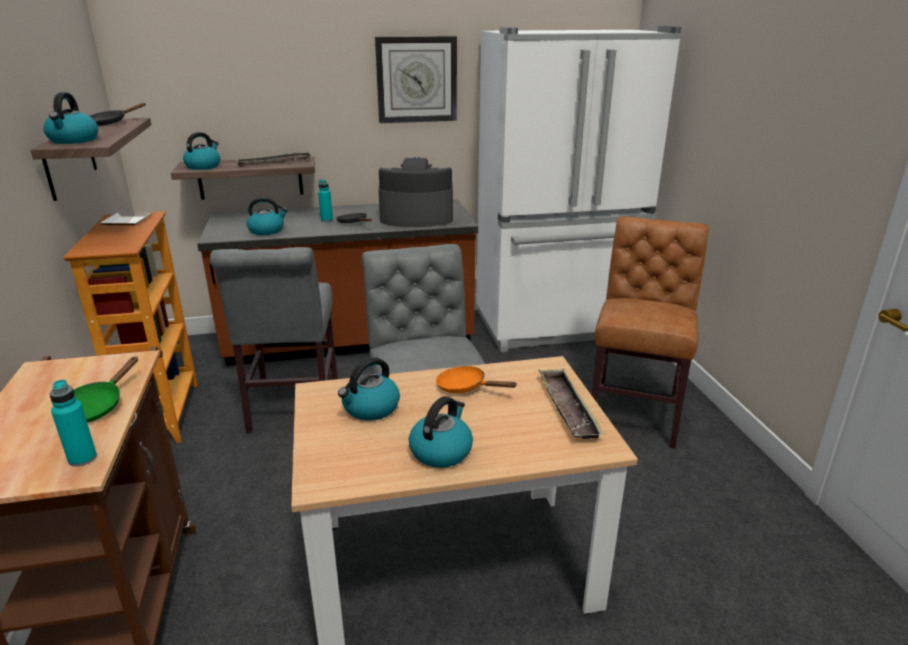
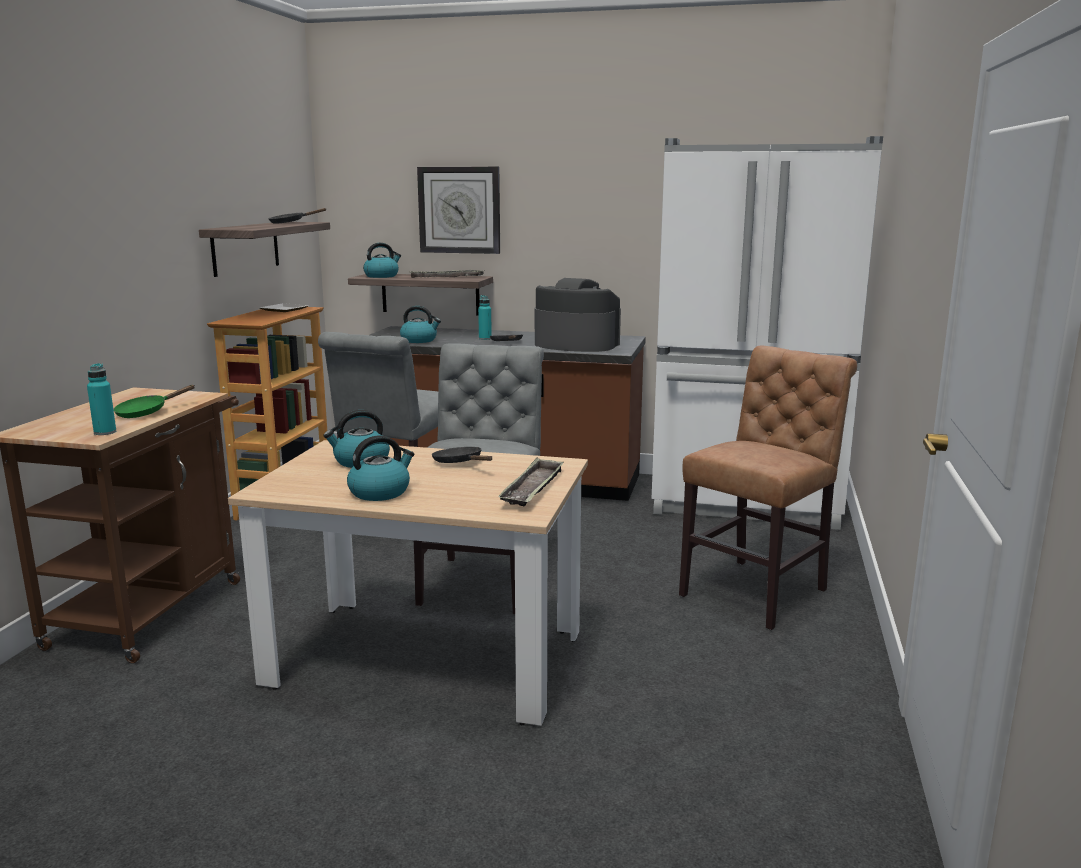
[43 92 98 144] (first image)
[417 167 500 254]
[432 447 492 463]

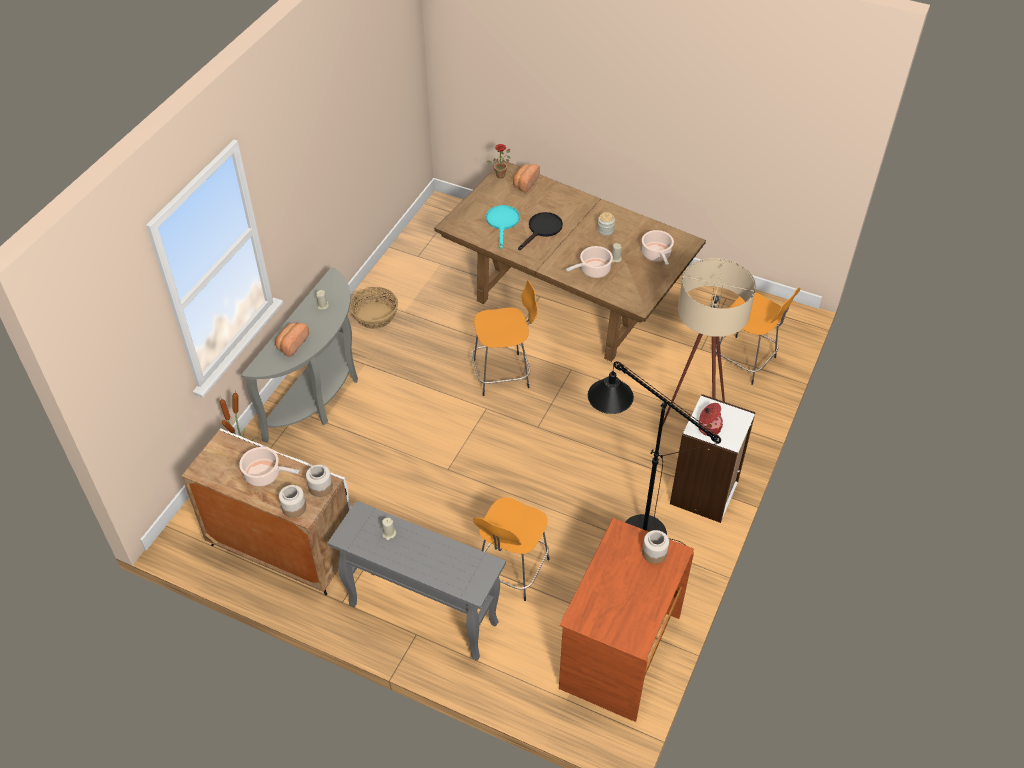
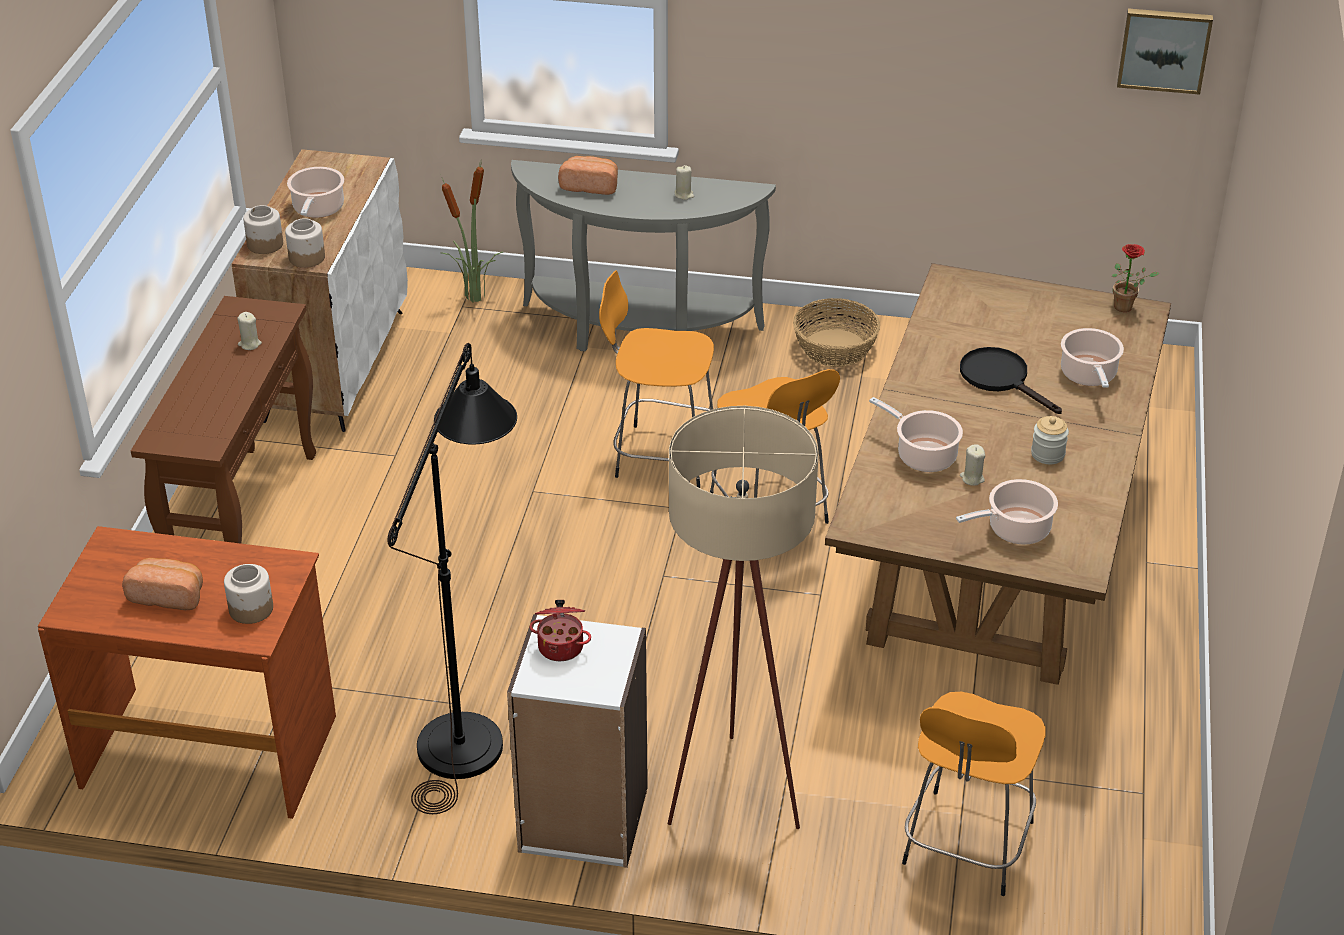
[131 296 316 544]
[599 270 714 488]
[486 205 520 249] (first image)
[122 558 203 610]
[960 347 1062 414]
[1061 328 1124 388]
[1117 8 1213 95]

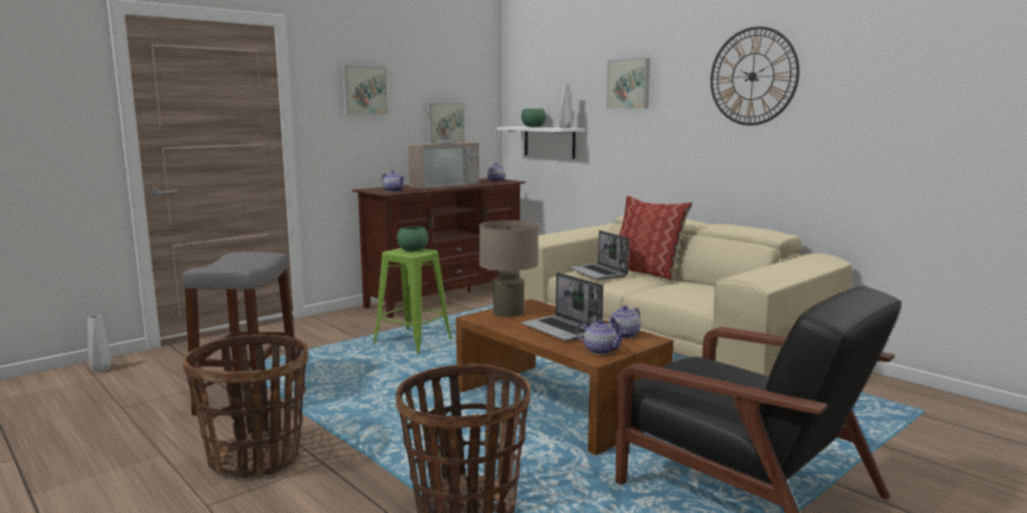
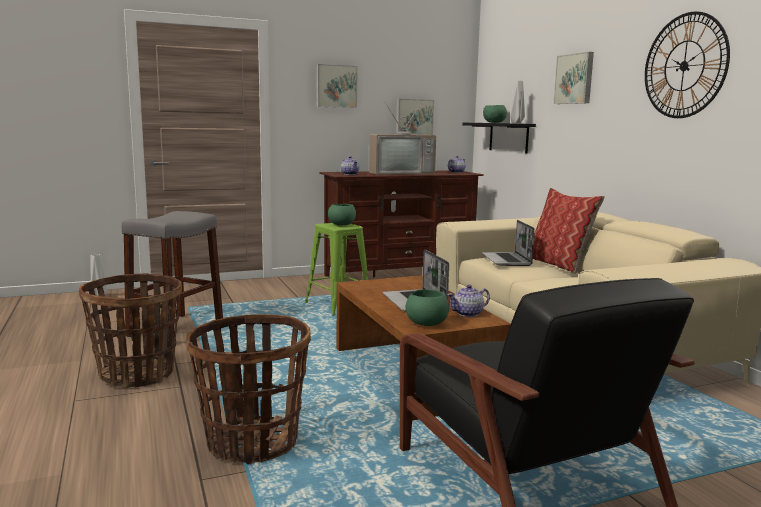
[479 220 539 317] (first image)
[462 123 536 153]
[405 289 449 326]

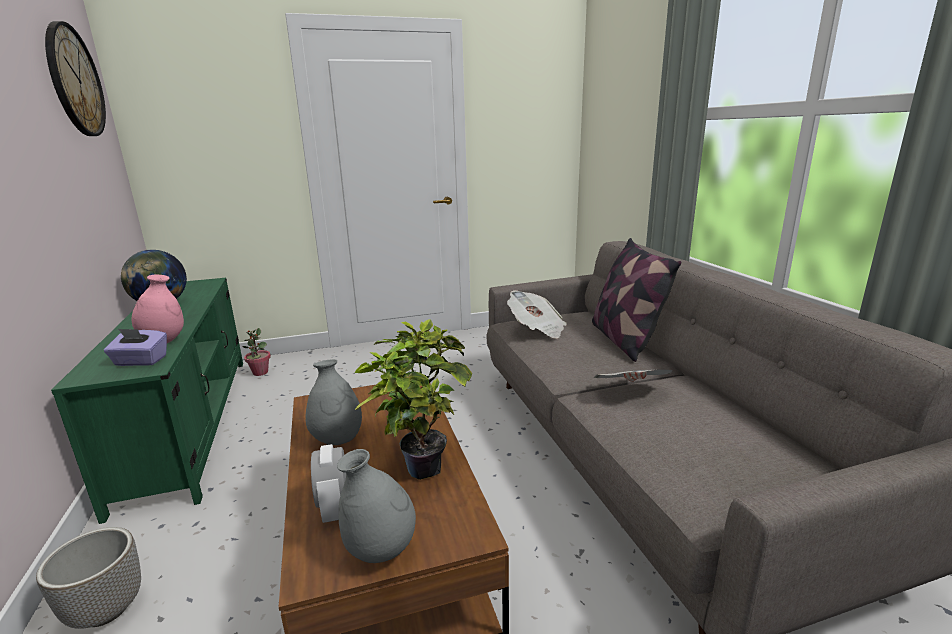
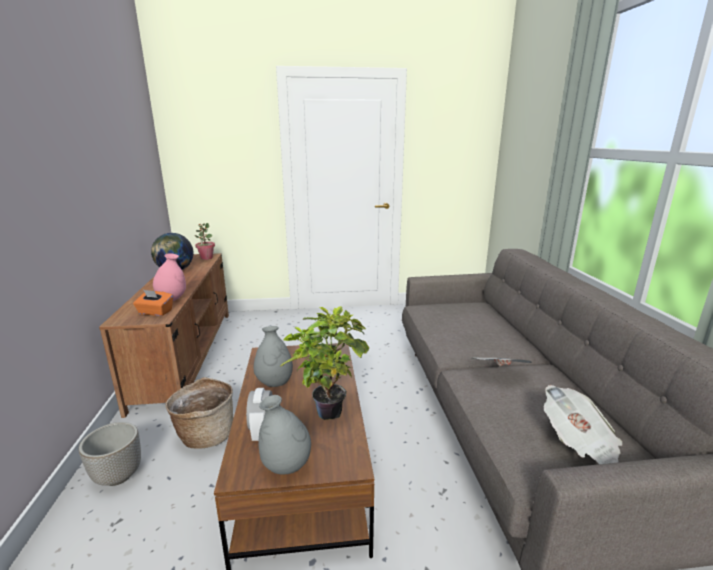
[45 21 106 136] (first image)
[99 253 229 418]
[133 290 173 316]
[195 223 215 260]
[543 385 622 464]
[592 238 681 362] (first image)
[166 377 233 449]

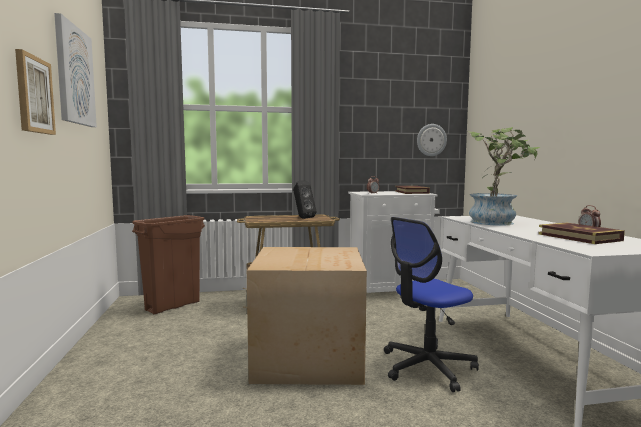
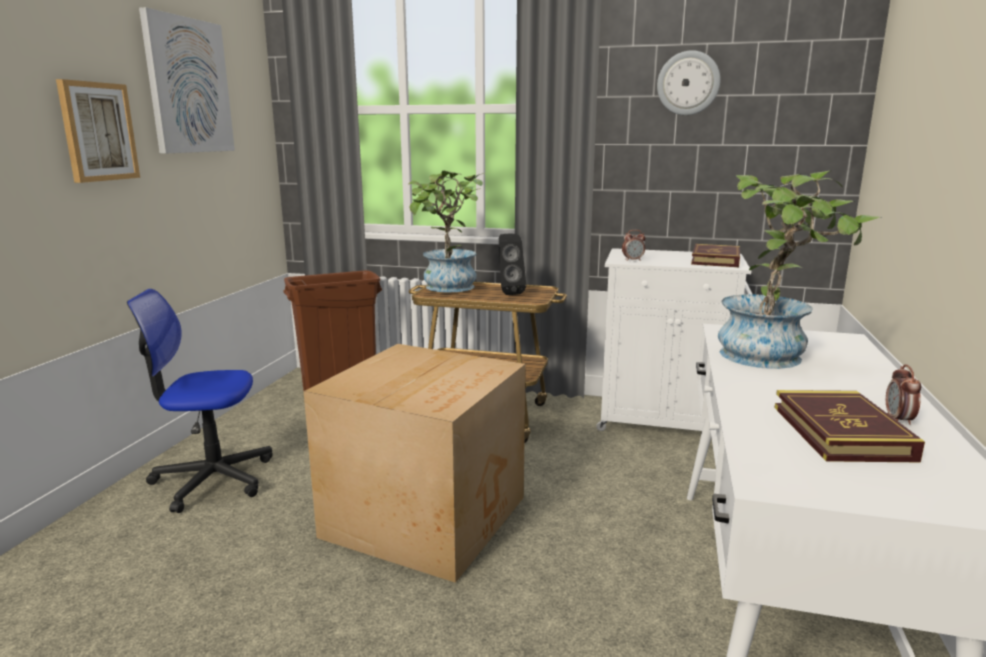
[127 289 273 513]
[657 50 720 115]
[409 171 486 293]

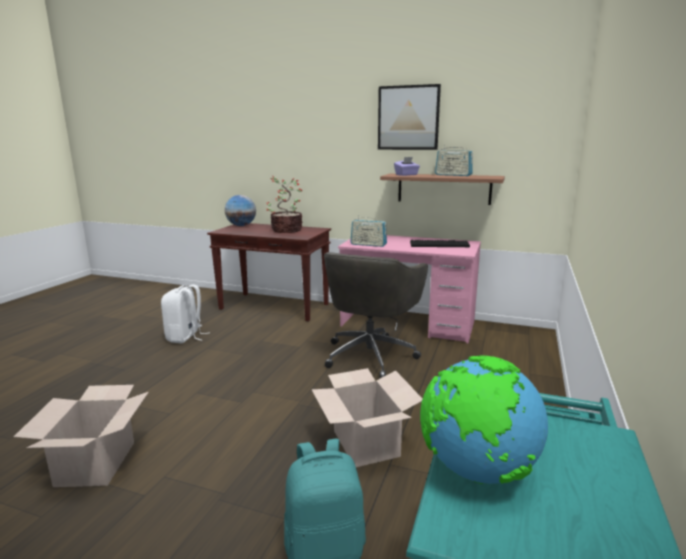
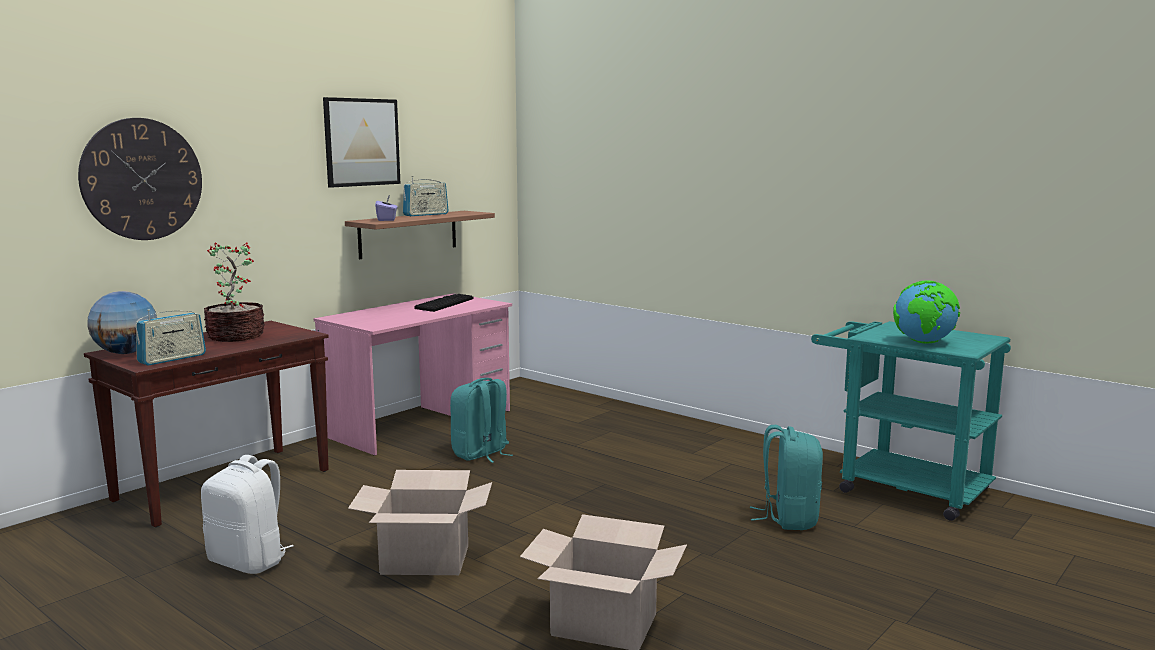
[348 470 492 575]
[450 378 513 463]
[136 309 206 365]
[78 118 202 240]

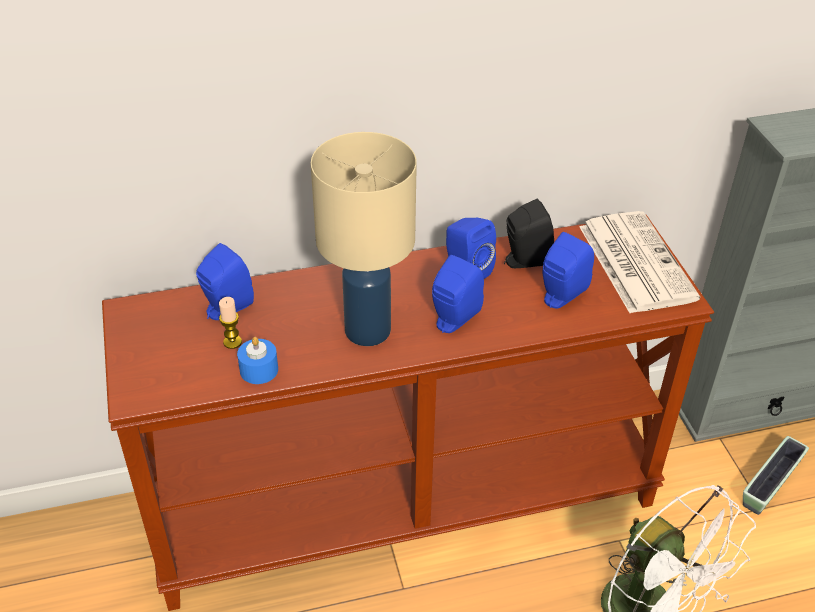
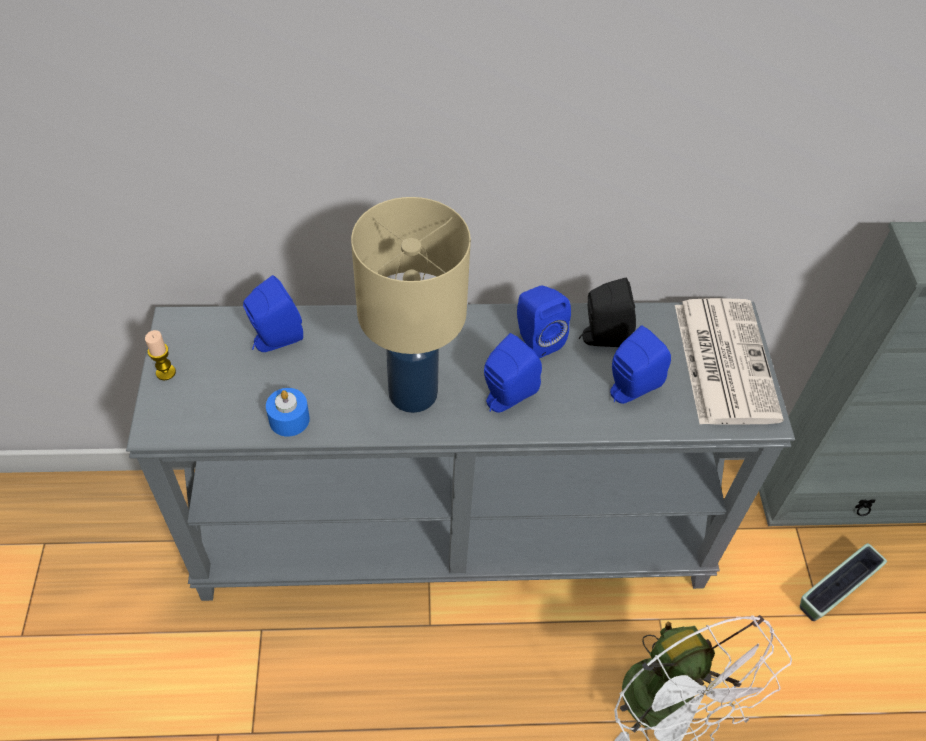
[126 302 795 601]
[145 330 176 381]

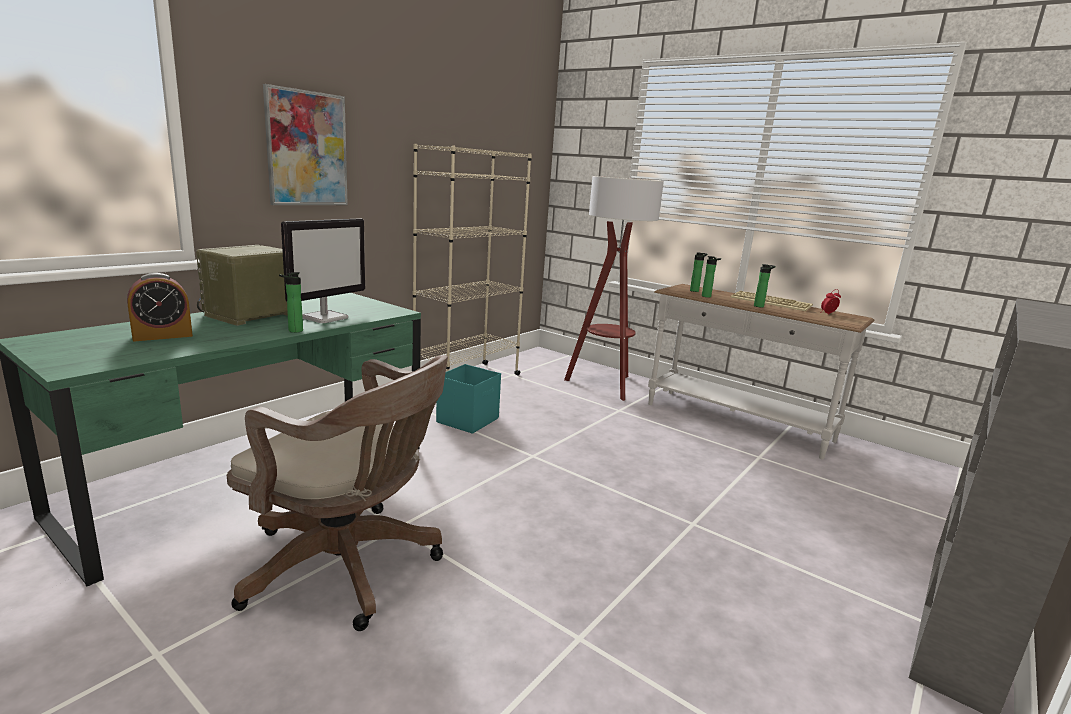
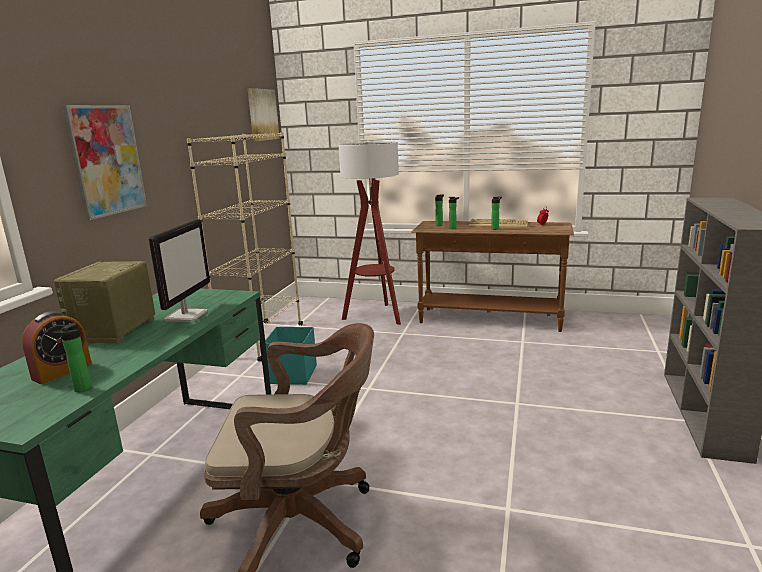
[53 323 92 392]
[411 221 574 332]
[248 88 280 141]

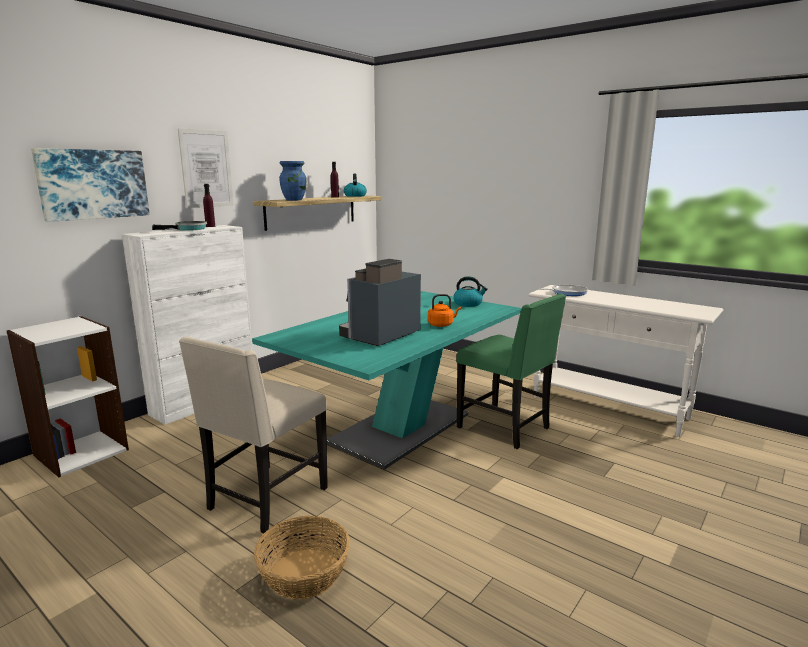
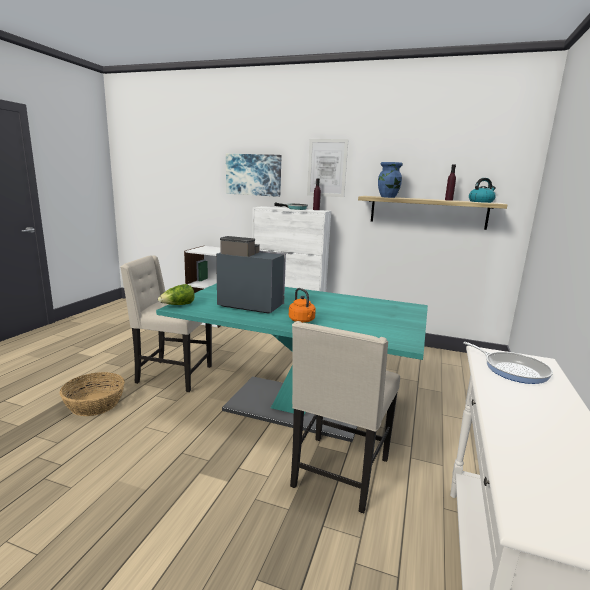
[453 276 488 307] (first image)
[290 321 400 513]
[158 284 195 305]

